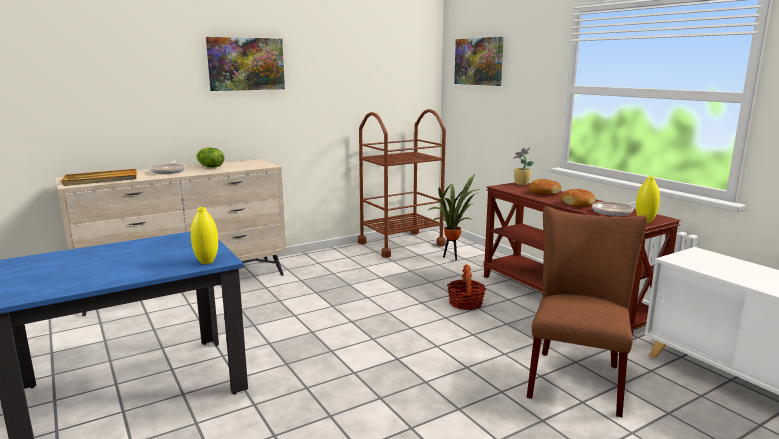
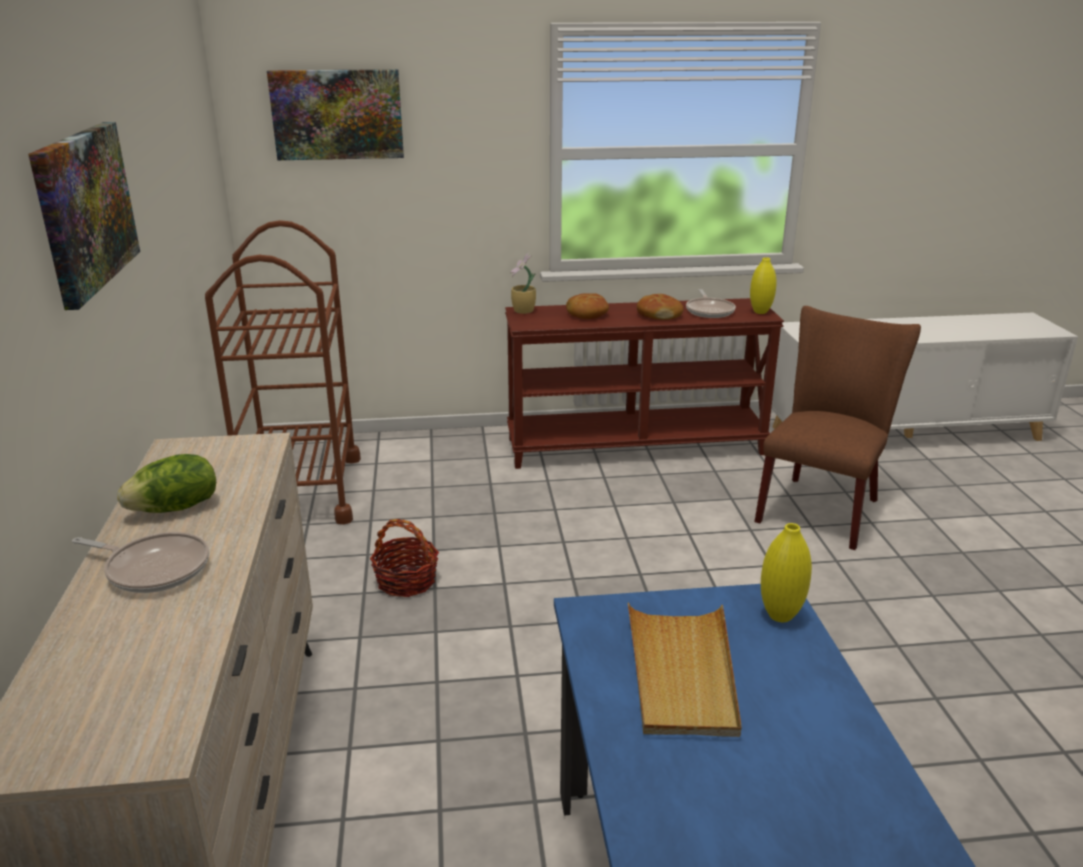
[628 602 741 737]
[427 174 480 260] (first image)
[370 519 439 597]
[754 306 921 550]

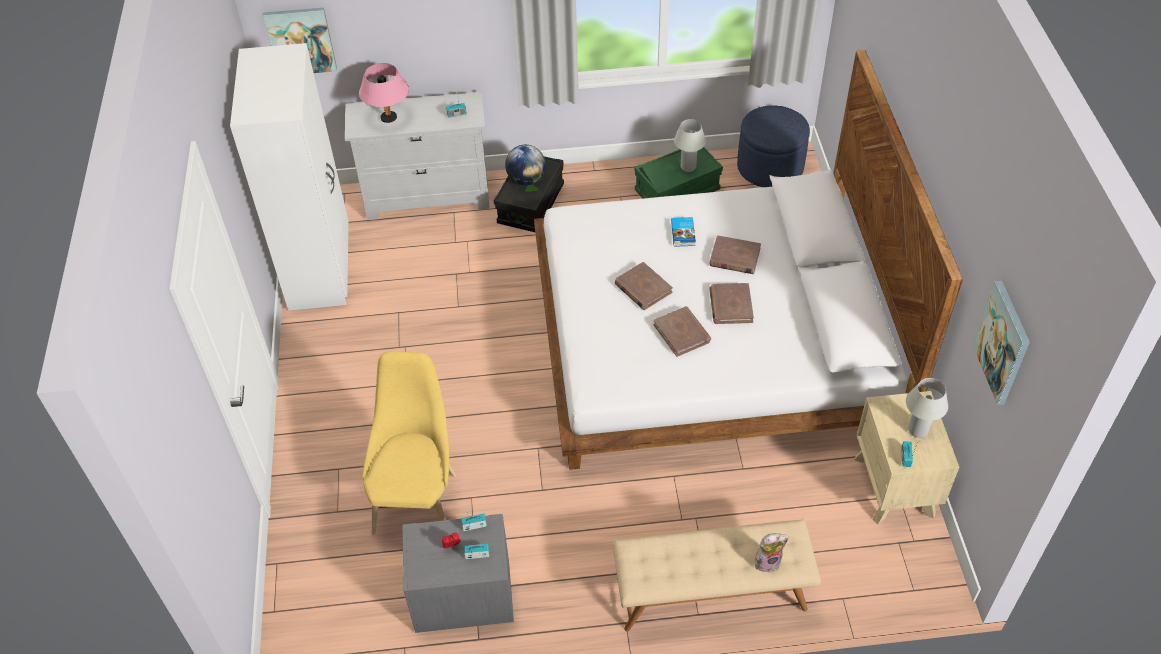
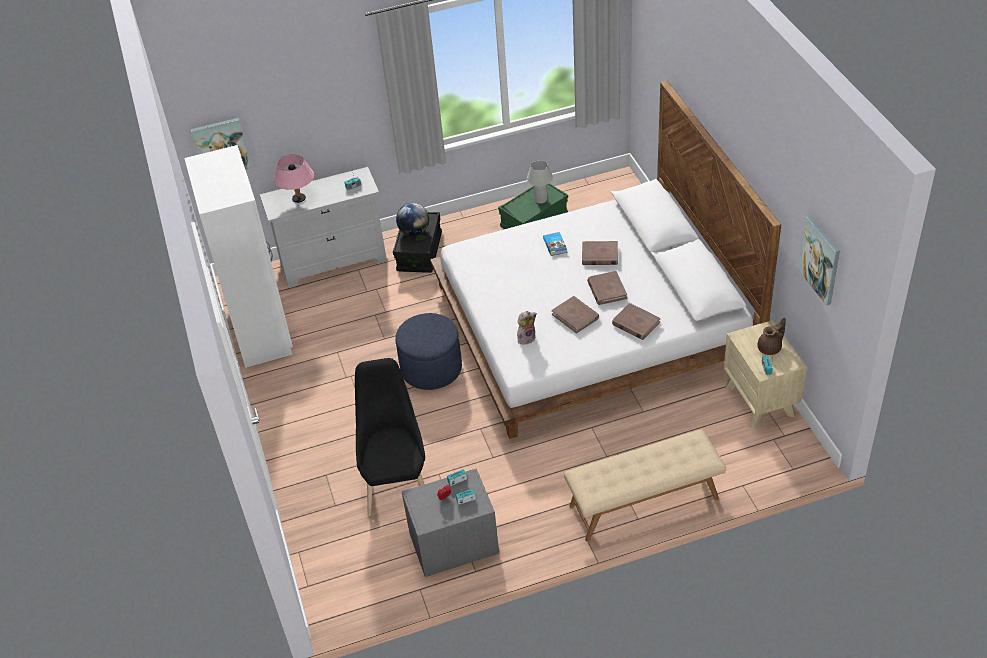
[355 358 425 516]
[612 303 660 340]
[395 313 462 390]
[517 311 537 344]
[758 317 786 355]

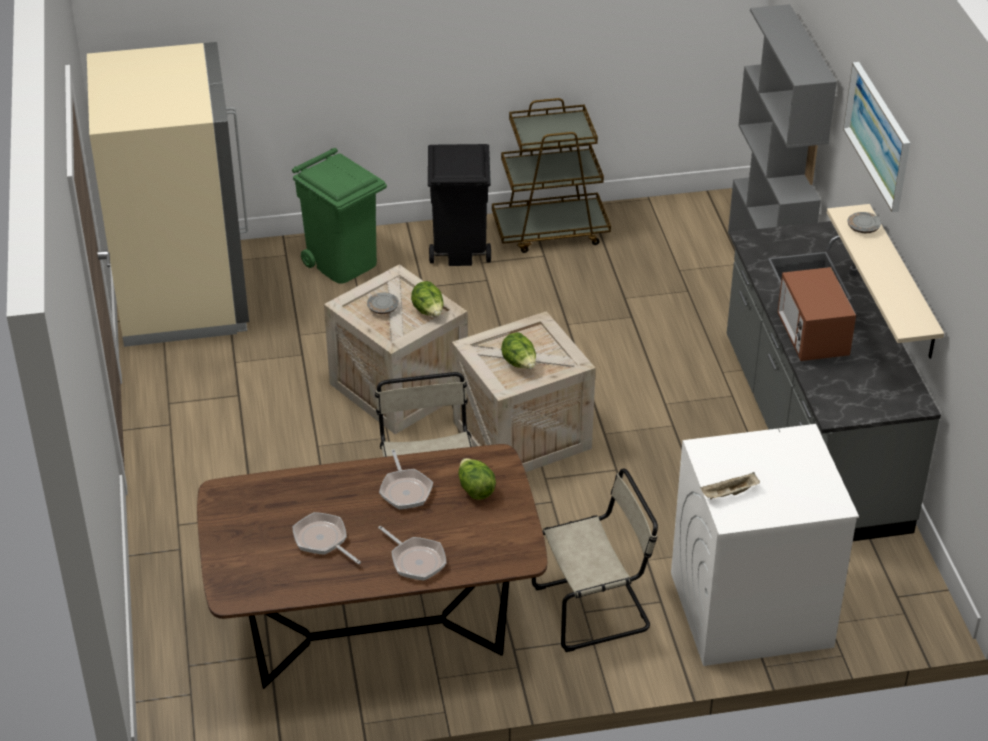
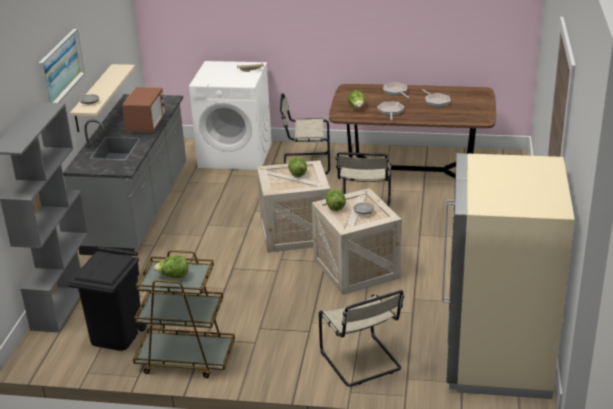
[319 290 404 387]
[68 246 147 351]
[154 256 188 278]

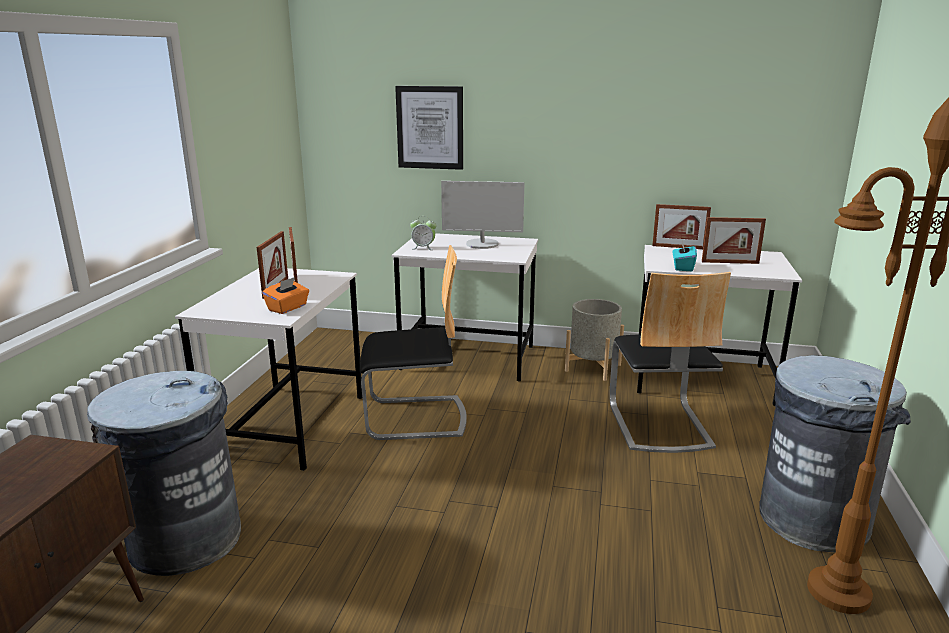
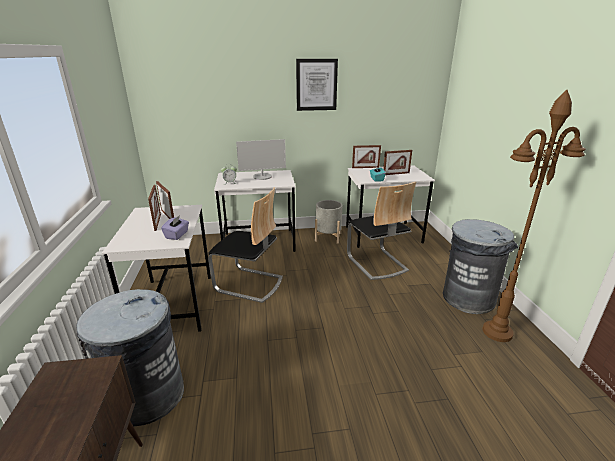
[161 215 189 240]
[208 187 283 303]
[296 59 338 111]

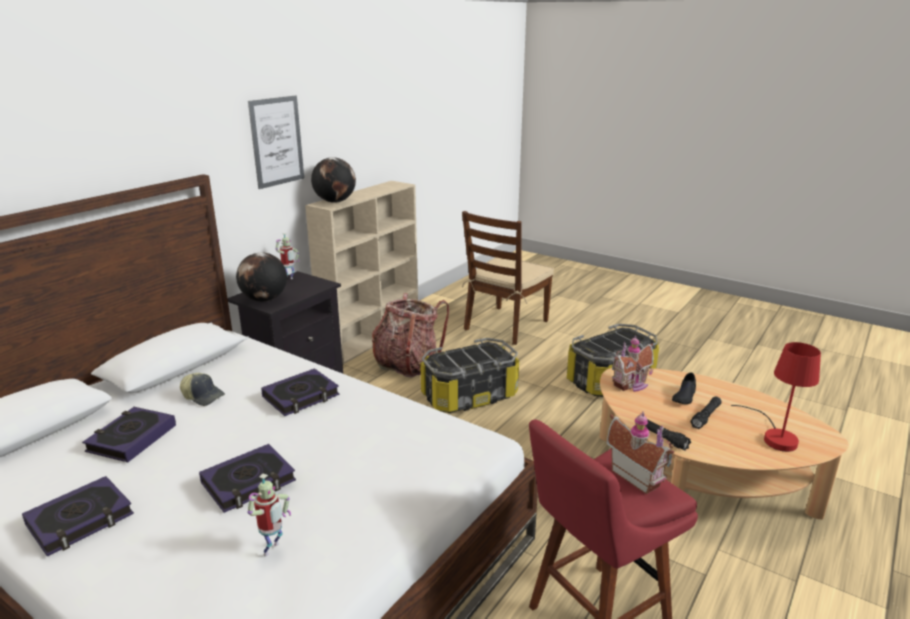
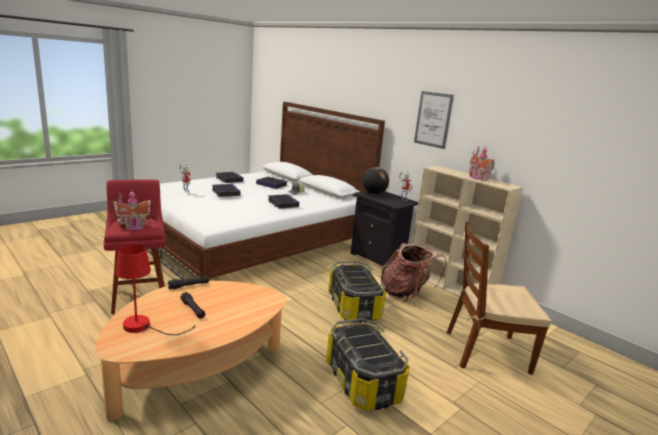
[311 157 356 203] (first image)
[447 222 551 374]
[469 146 495 180]
[672 372 696 404] (first image)

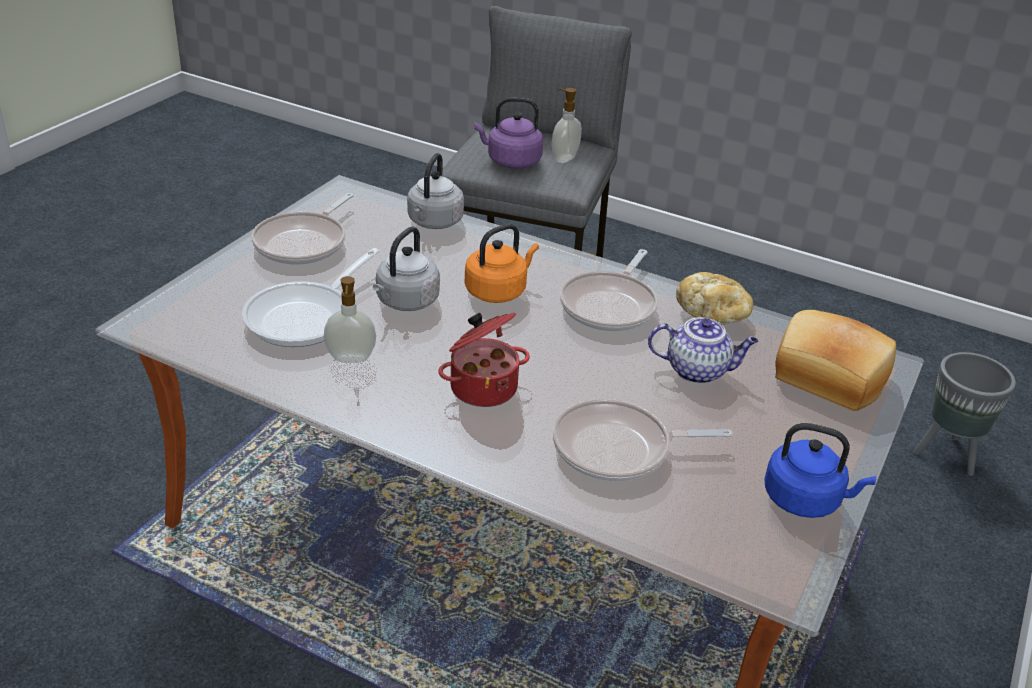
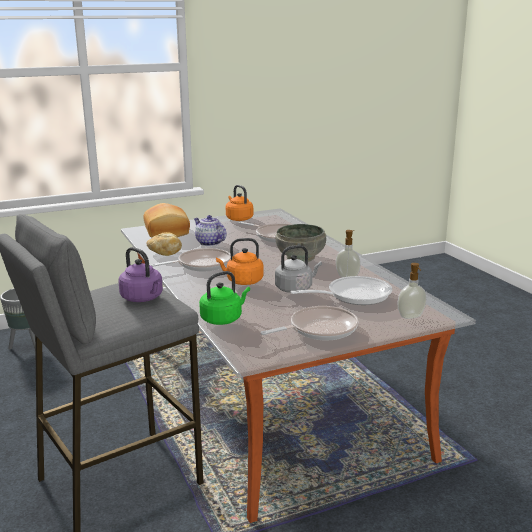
[199 271 250 325]
[276 224 326 262]
[398 263 427 319]
[226 185 253 221]

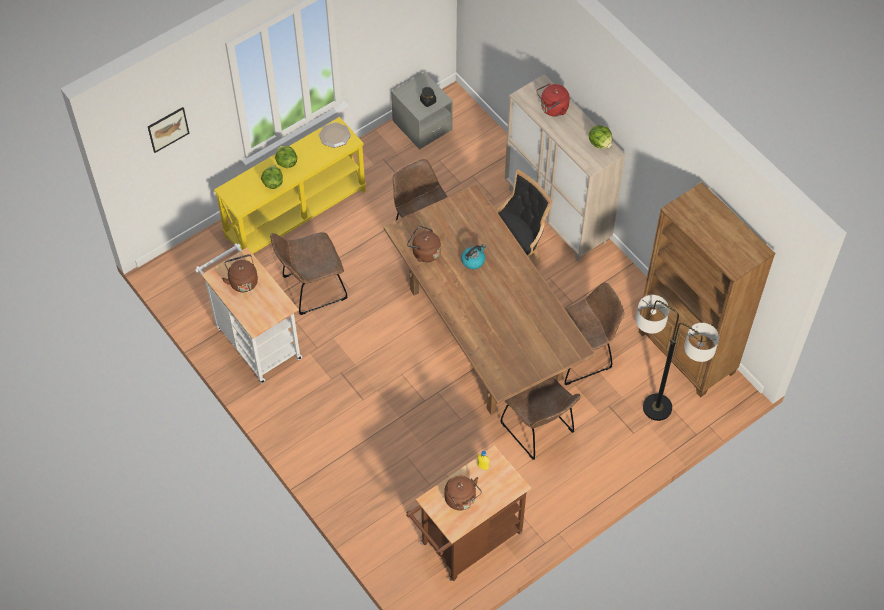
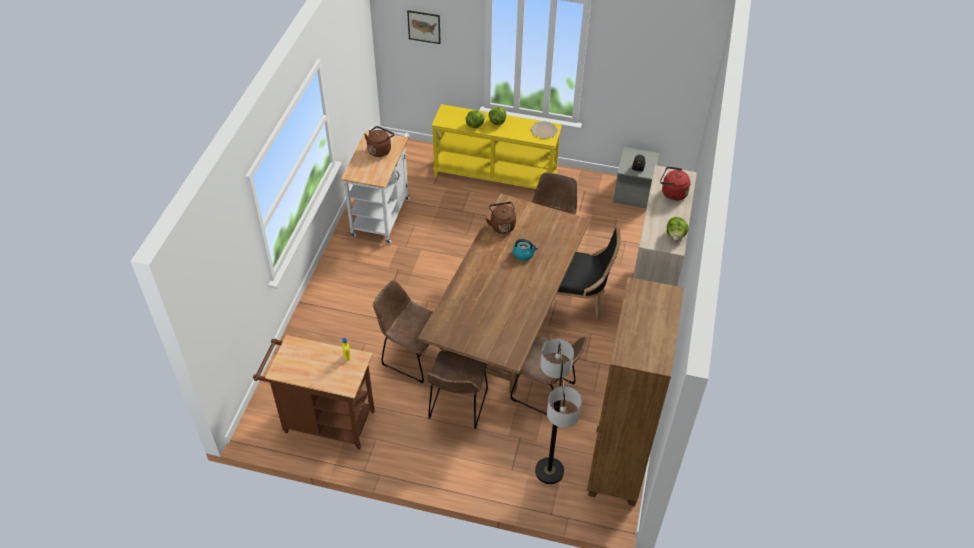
[373 280 442 383]
[444 476 482 510] (first image)

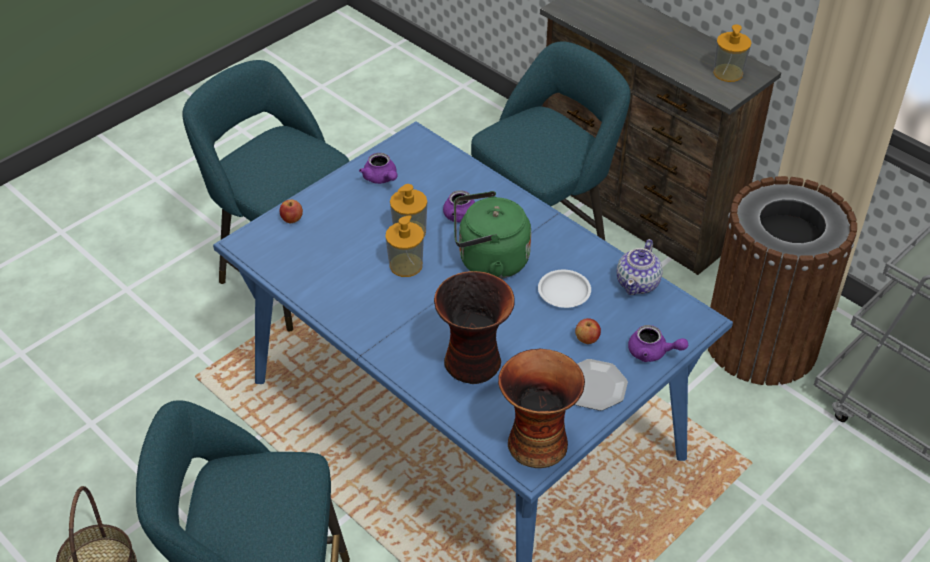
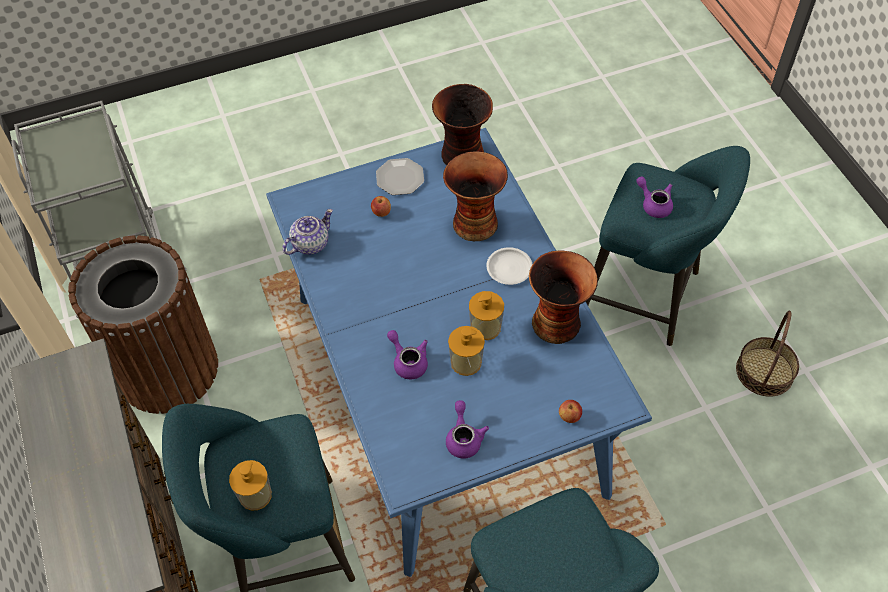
[454 191 531 279] (first image)
[486 247 532 285]
[636 176 673 218]
[229 460 272 511]
[529 250 598 344]

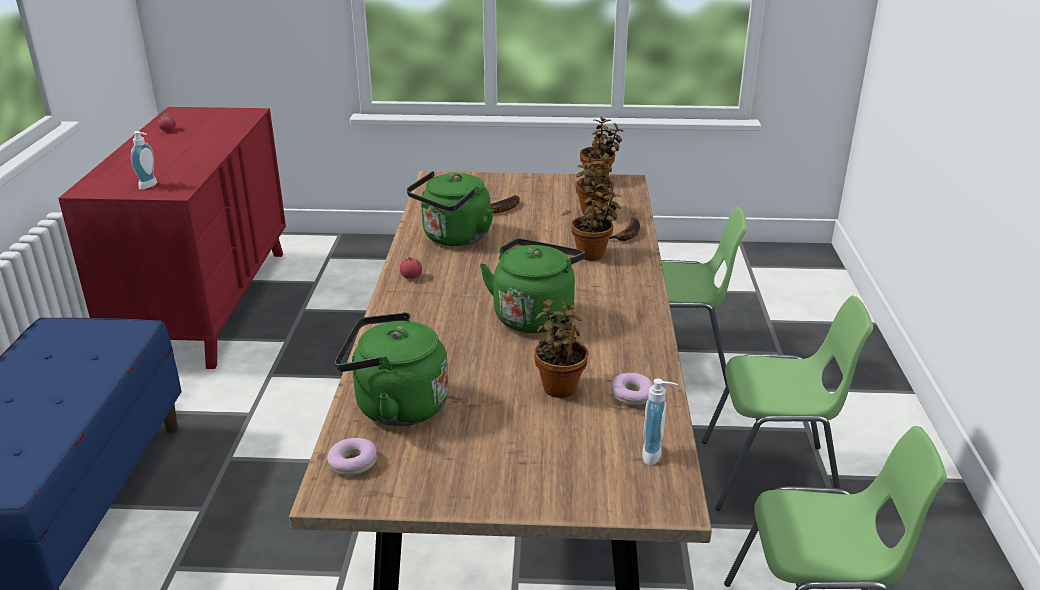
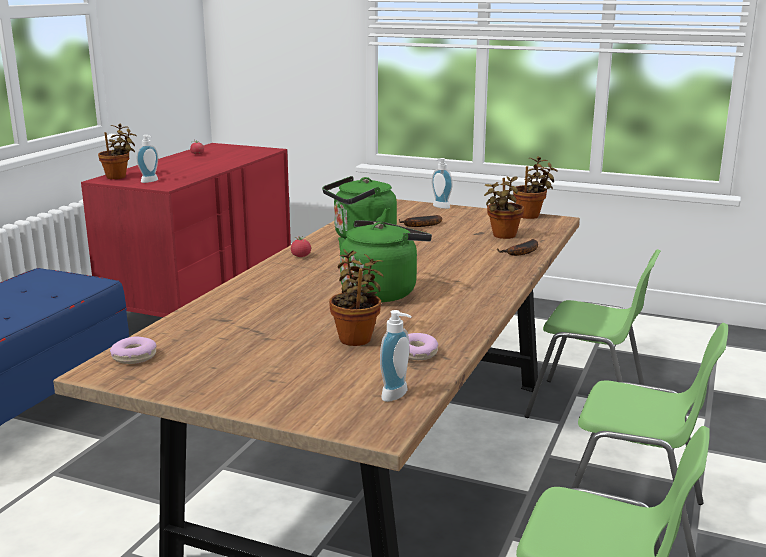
[335 312 449 426] (first image)
[98 124 137 179]
[432 158 453 209]

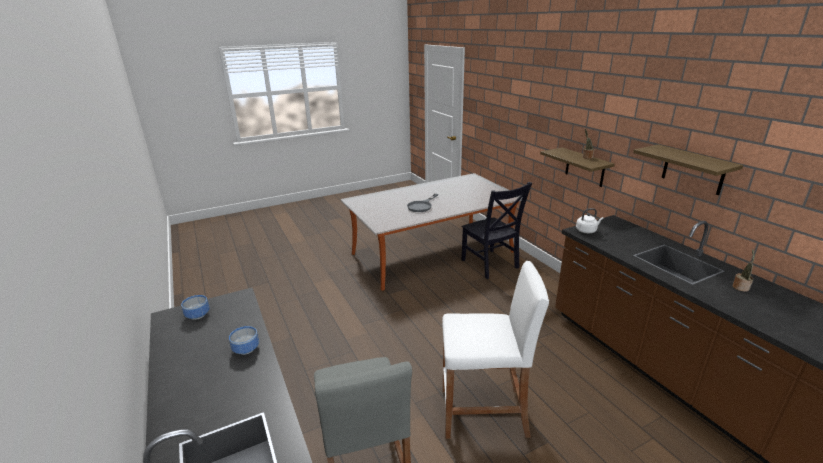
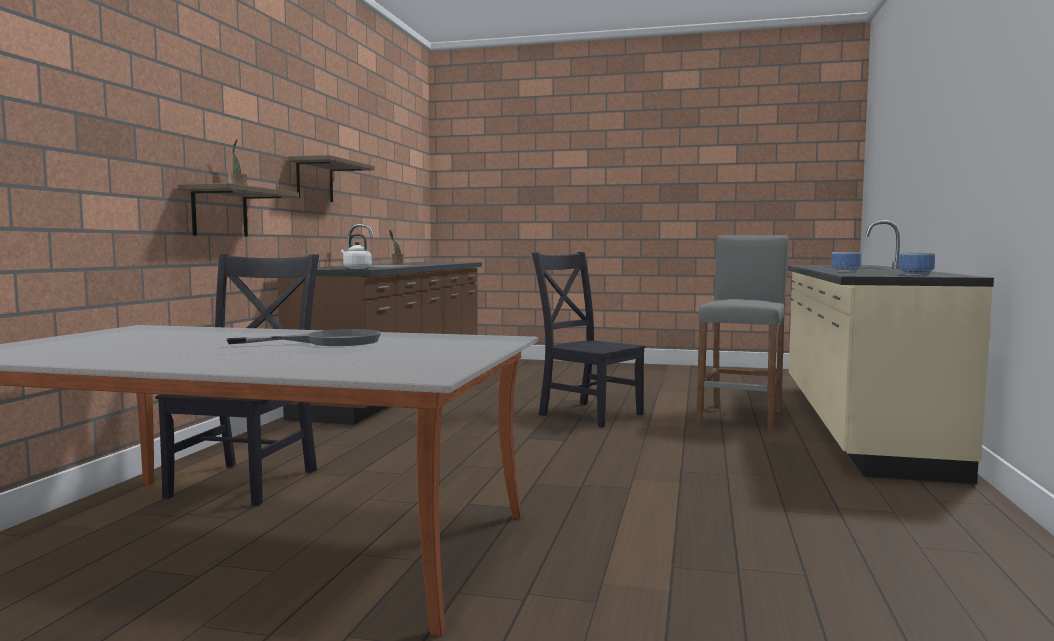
[532 252 646 427]

